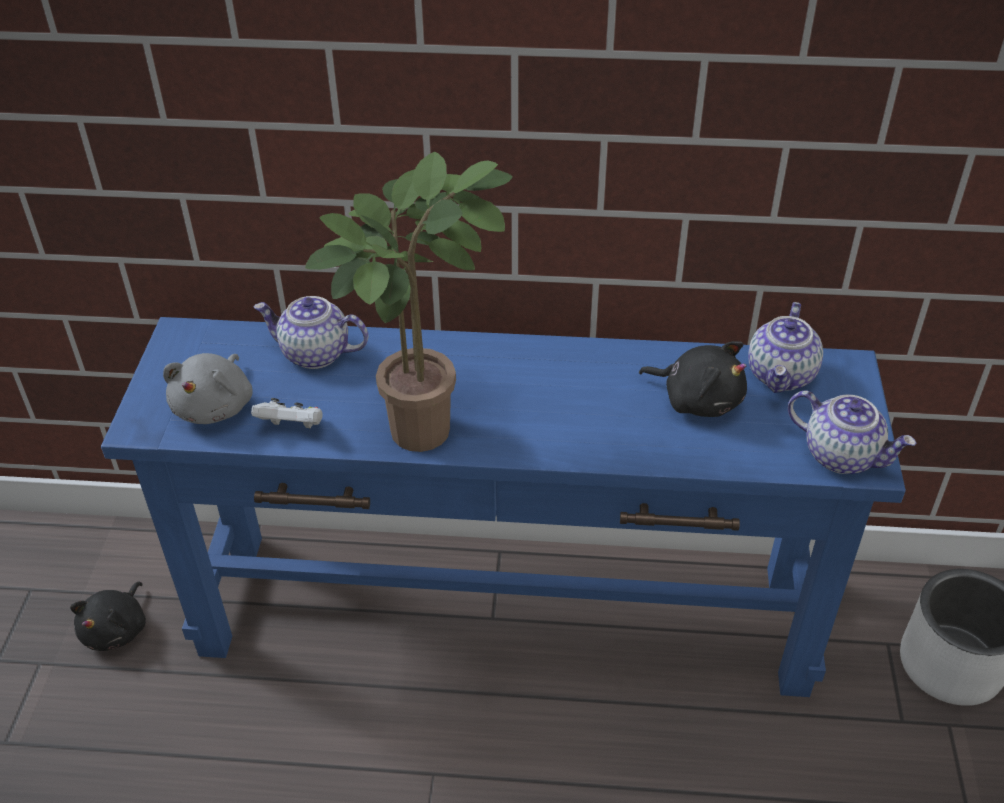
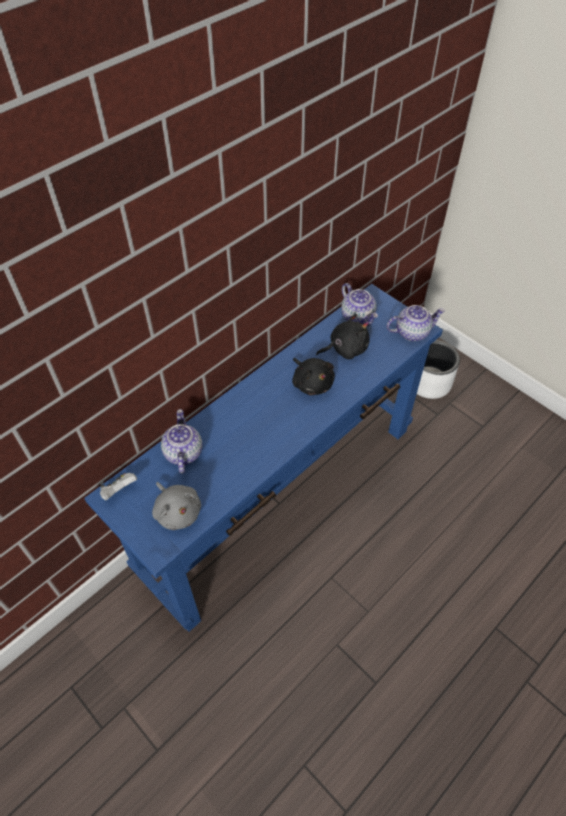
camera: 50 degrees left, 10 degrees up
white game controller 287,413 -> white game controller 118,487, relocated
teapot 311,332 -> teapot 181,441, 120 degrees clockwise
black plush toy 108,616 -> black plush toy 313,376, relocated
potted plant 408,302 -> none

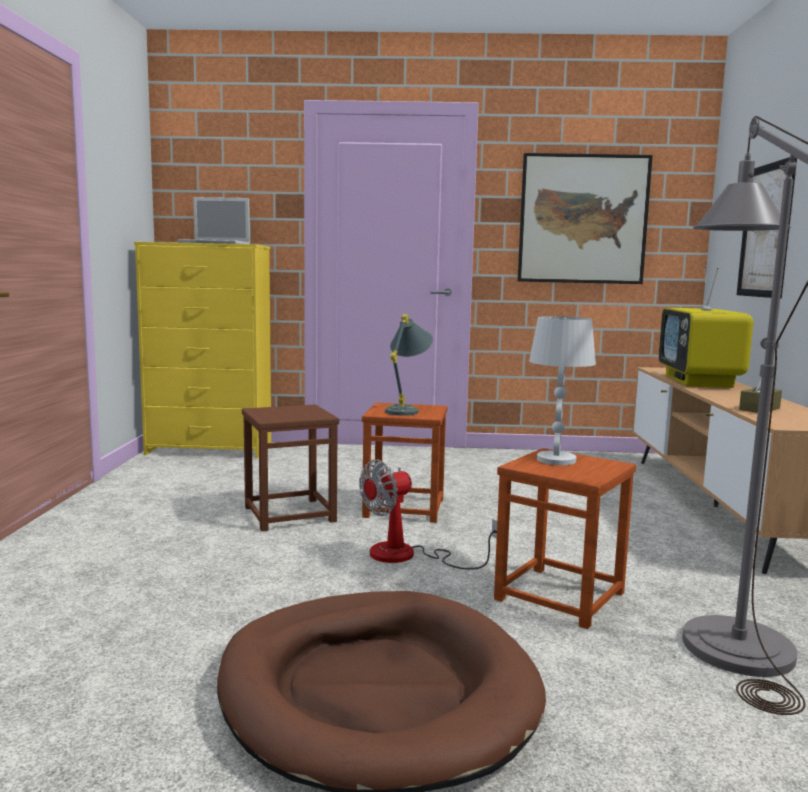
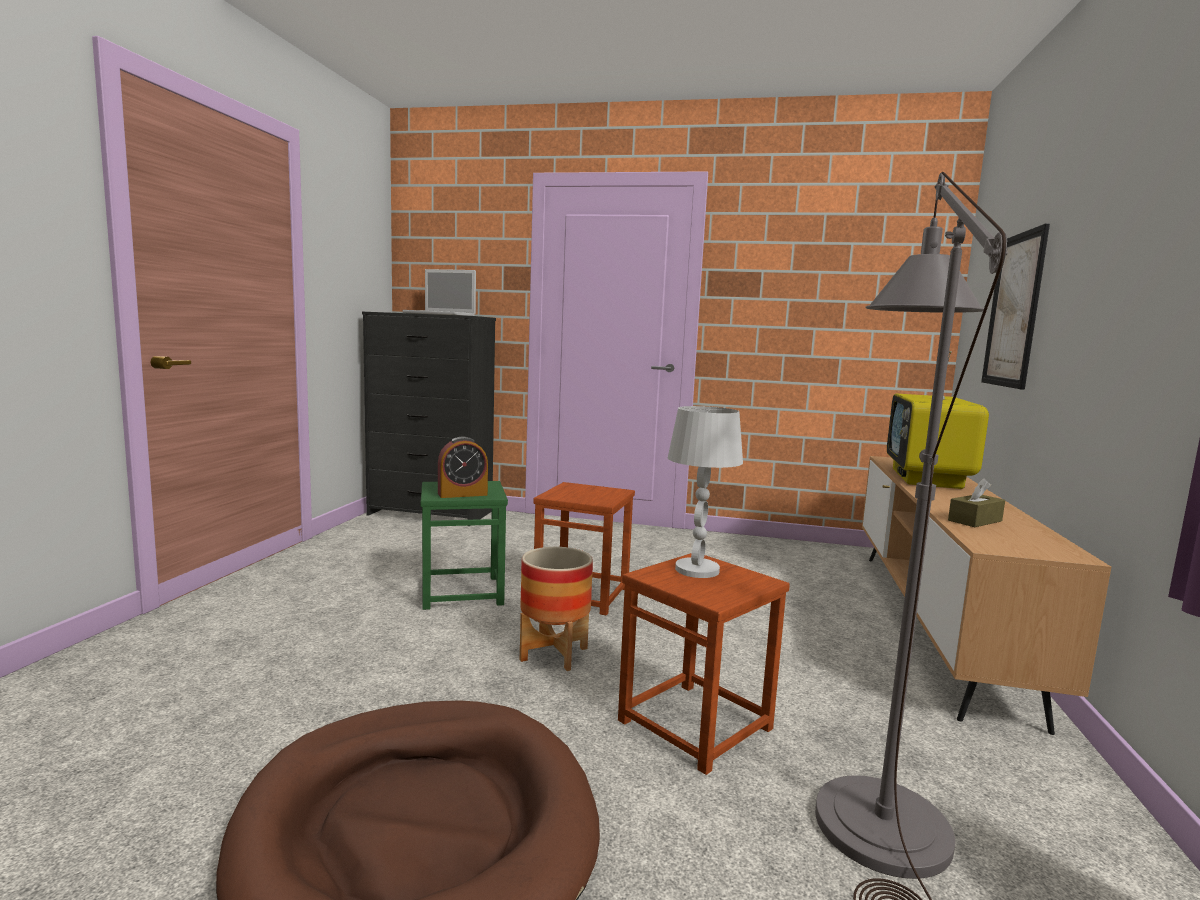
camera: 10 degrees right, 0 degrees up
yellow dresser 202,350 -> black dresser 429,419
brown stool 290,467 -> green stool 464,545
none -> alarm clock 463,467
fan 428,515 -> planter 556,609
grey table lamp 409,365 -> none
picture 585,218 -> none

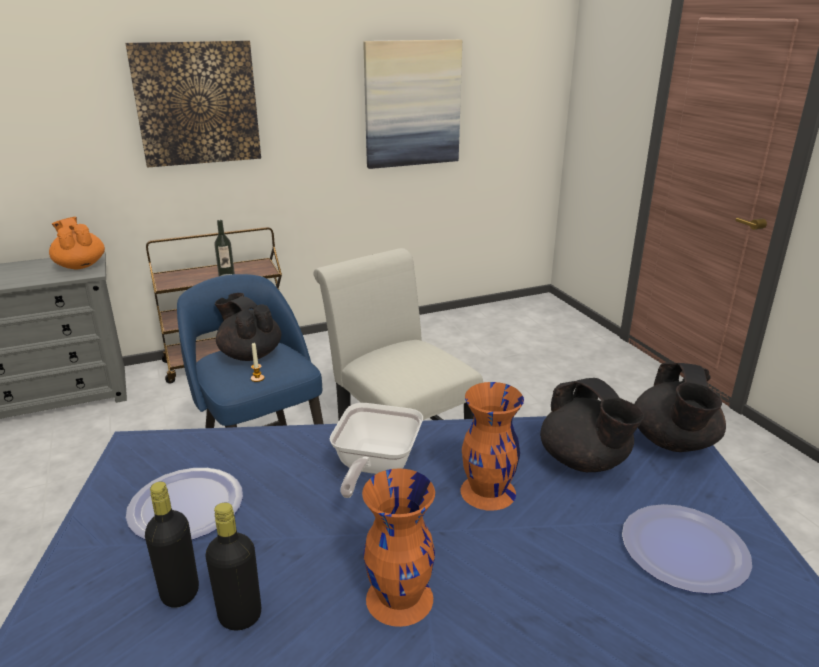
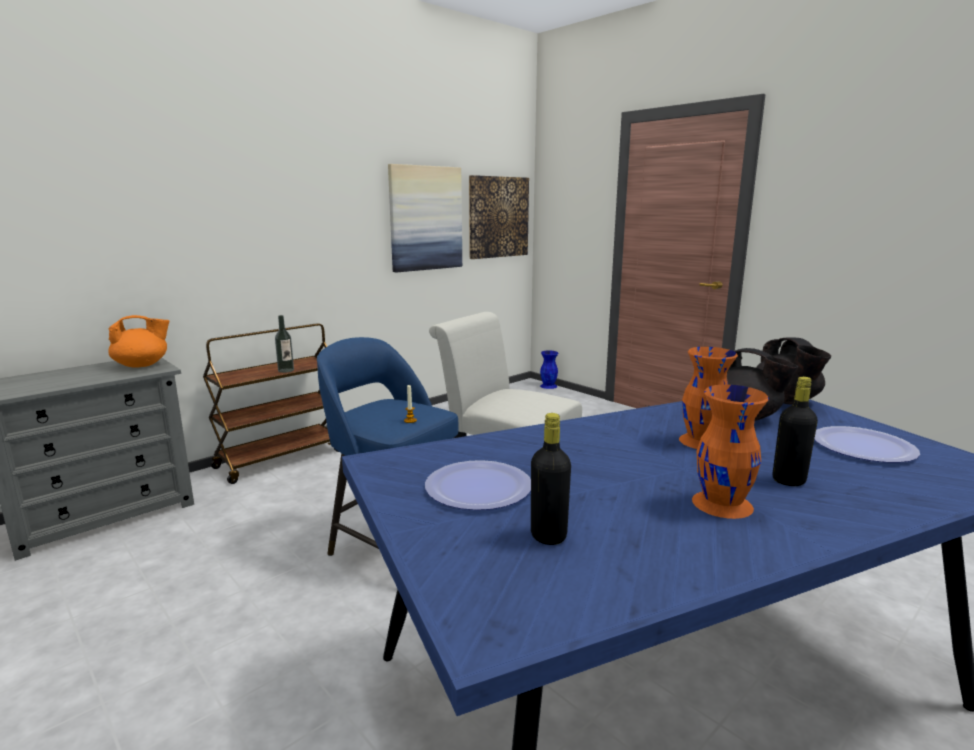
camera: 20 degrees left, 10 degrees down
orange teapot 77,243 -> orange teapot 139,341, 120 degrees clockwise
picture 193,104 -> picture 499,217, relocated
none -> blue vase 549,369
black bottle 233,566 -> black bottle 795,431, relocated
black teapot 248,327 -> none
frying pan 376,450 -> none

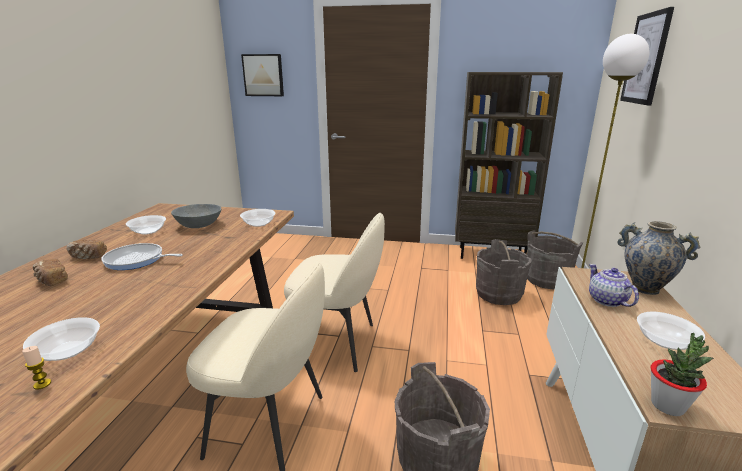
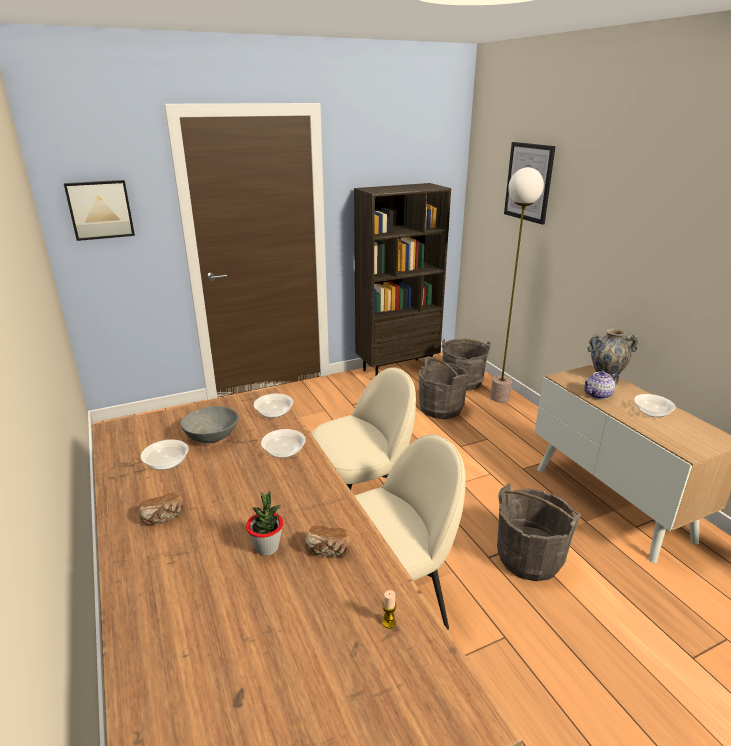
camera: 35 degrees left, 5 degrees up
potted plant 682,374 -> potted plant 264,523, relocated
bowl 61,339 -> bowl 283,443, relocated
bread 50,272 -> bread 327,541, relocated
teapot 614,285 -> teapot 601,385, 60 degrees counterclockwise
frying pan 142,256 -> none

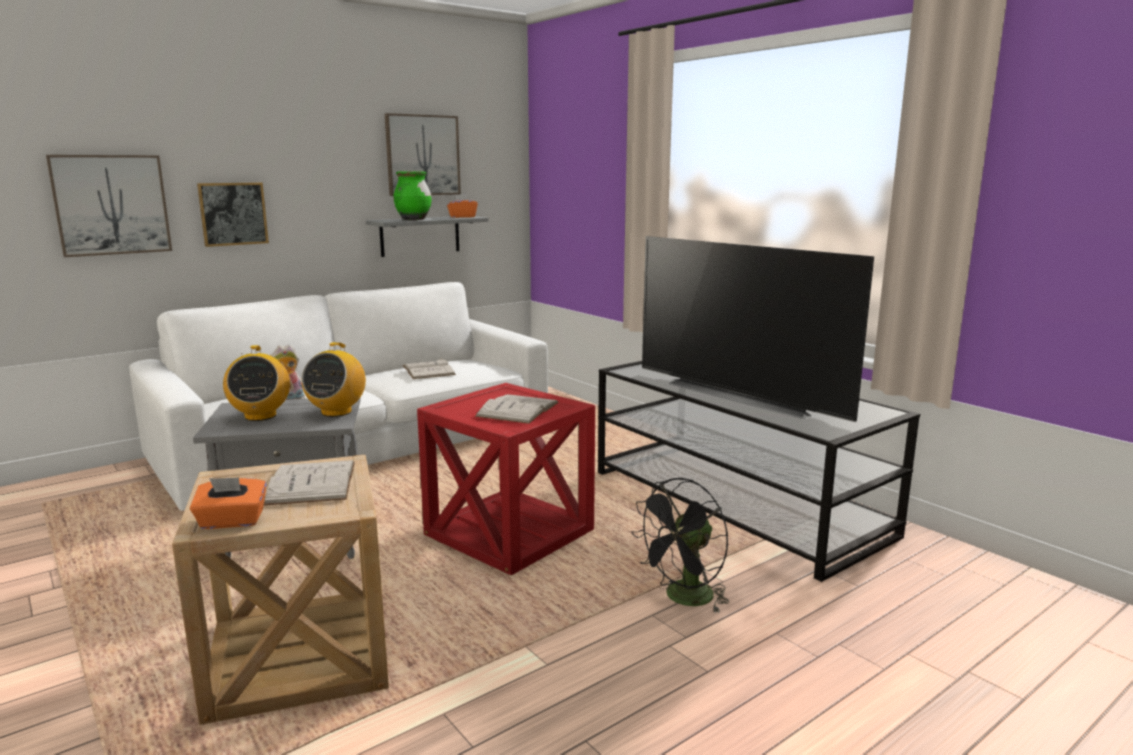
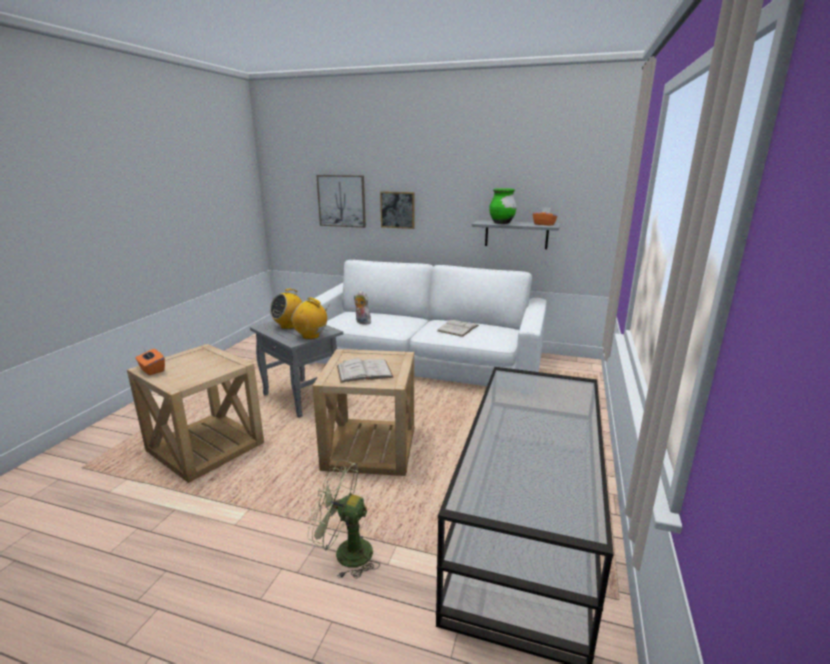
camera: 55 degrees right, 5 degrees up
radio 334,379 -> radio 309,318, 45 degrees clockwise
black fan 680,546 -> green fan 343,519
red side table 506,479 -> beige side table 364,412
white book 309,483 -> none
picture 423,154 -> none
television 758,329 -> none

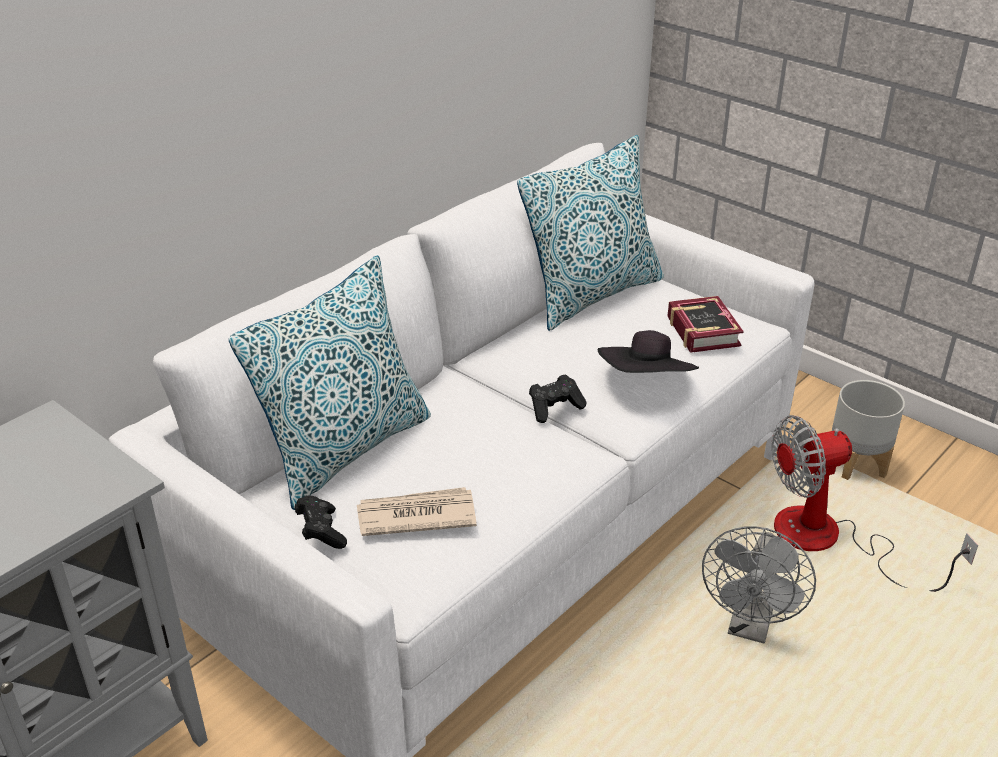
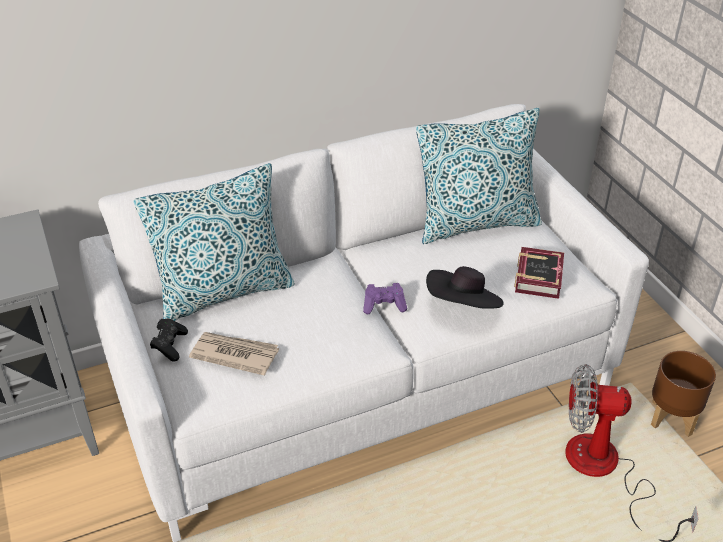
camera: 25 degrees right, 5 degrees up
black game controller 558,398 -> purple game controller 385,298
grey planter 868,430 -> brown planter 683,394
grey fan 759,585 -> none

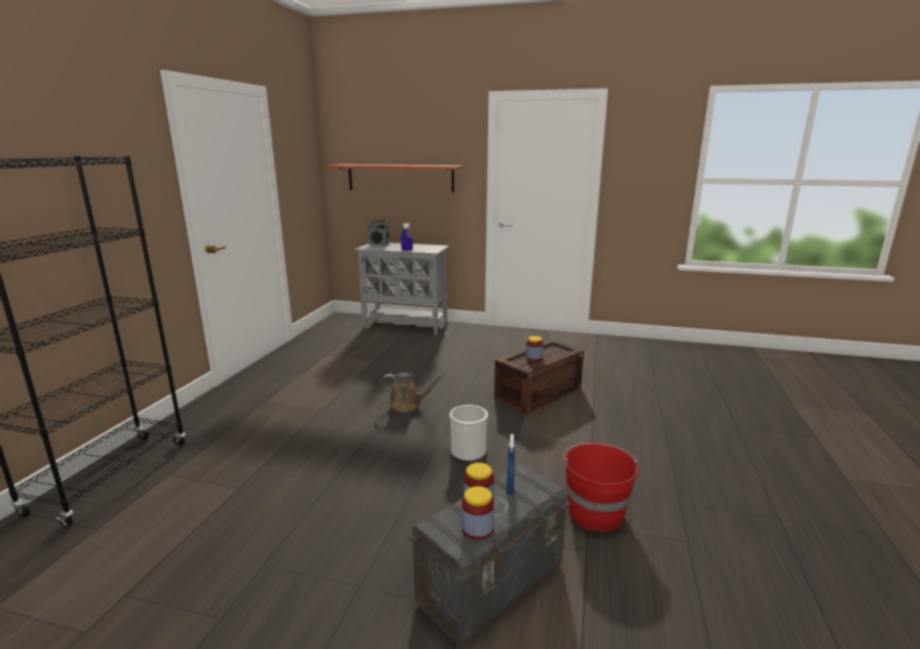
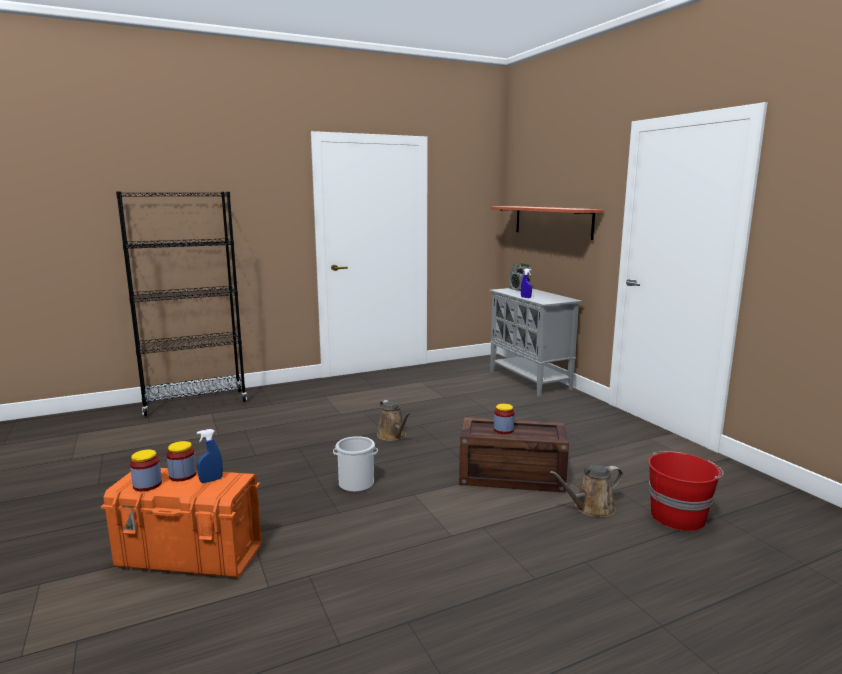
camera: 50 degrees right, 5 degrees down
grey storage box 489,555 -> orange storage box 181,523
none -> brown watering can 586,491
red bucket 600,487 -> red bucket 686,491, relocated

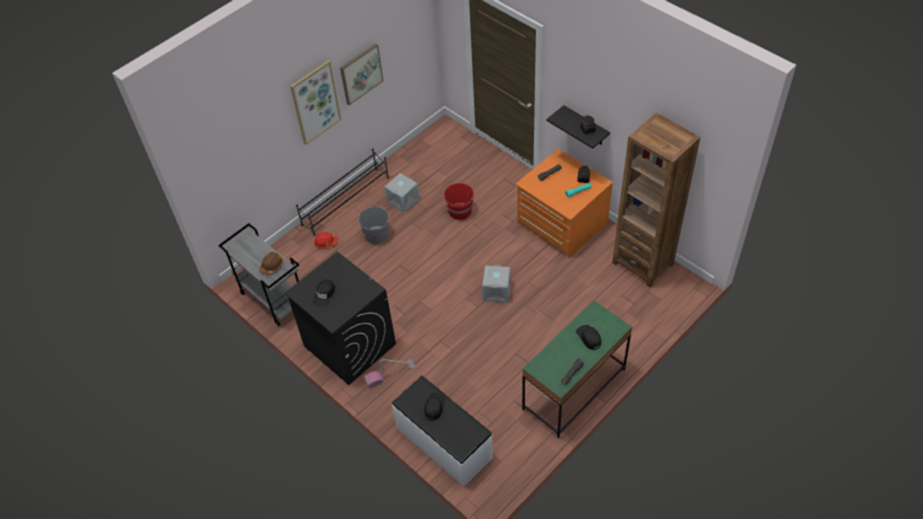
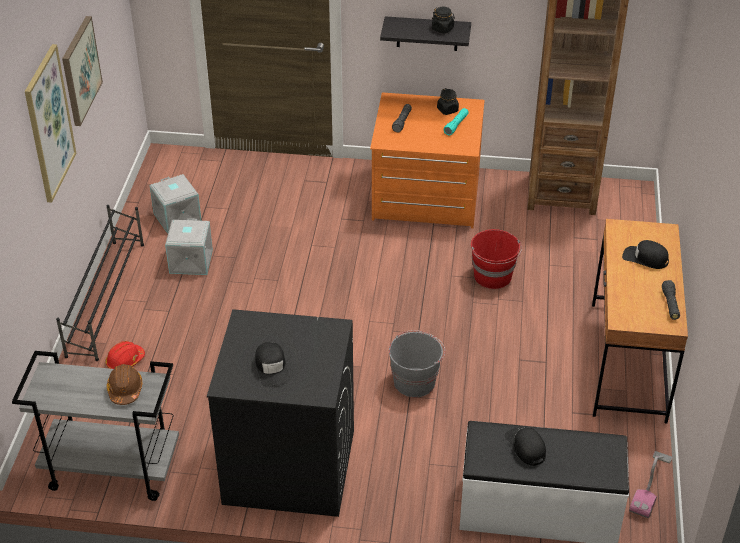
camera: 40 degrees left, 10 degrees down
grey storage box 496,283 -> grey storage box 175,204, relocated
grey bucket 374,225 -> grey bucket 417,363, relocated
red bucket 458,201 -> red bucket 496,259, relocated
green desk 577,369 -> brown desk 640,321
vacuum cleaner 389,373 -> vacuum cleaner 650,484, relocated

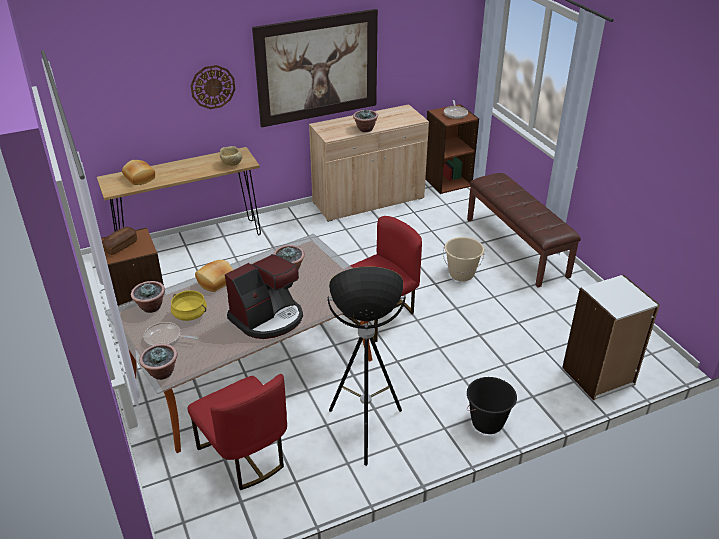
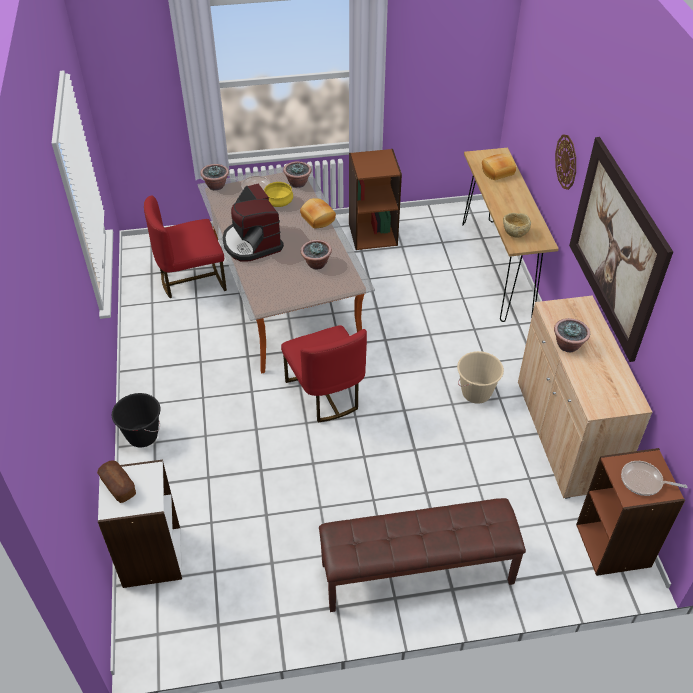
camera: 105 degrees right, 10 degrees up
bread 119,241 -> bread 116,481, relocated
beige bucket 463,259 -> beige bucket 480,377, relocated
floor lamp 366,366 -> none

